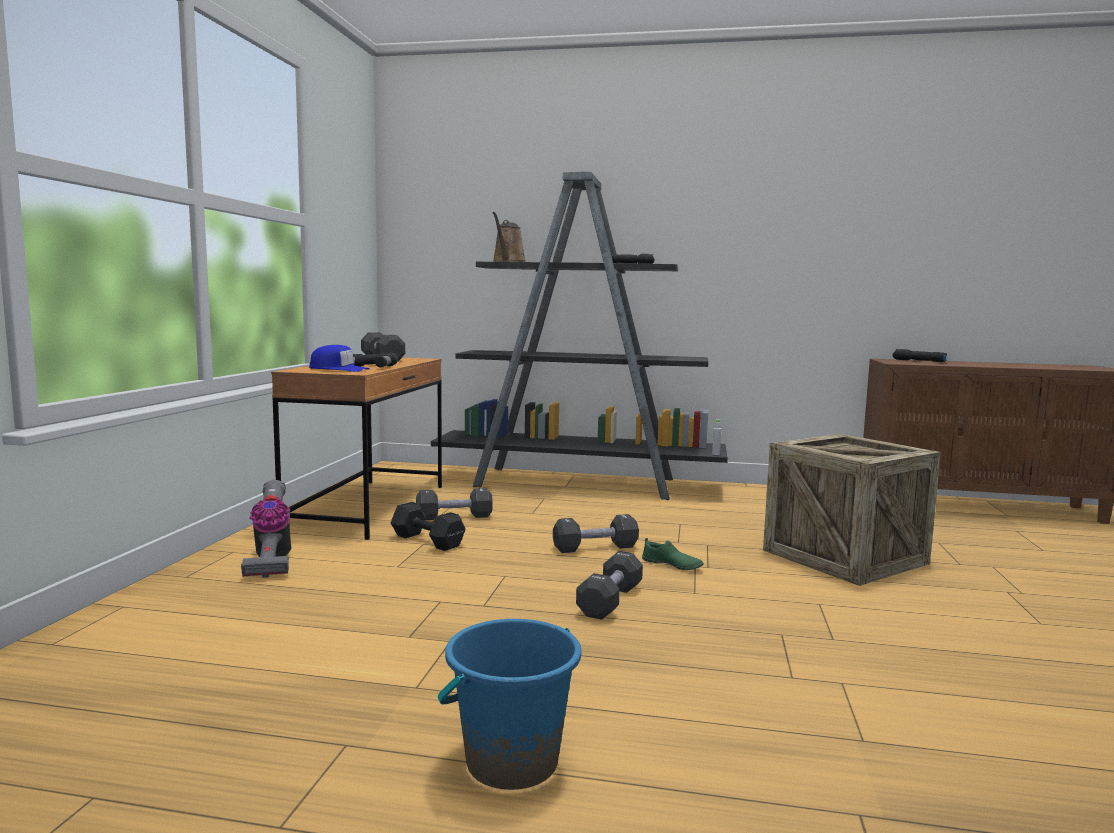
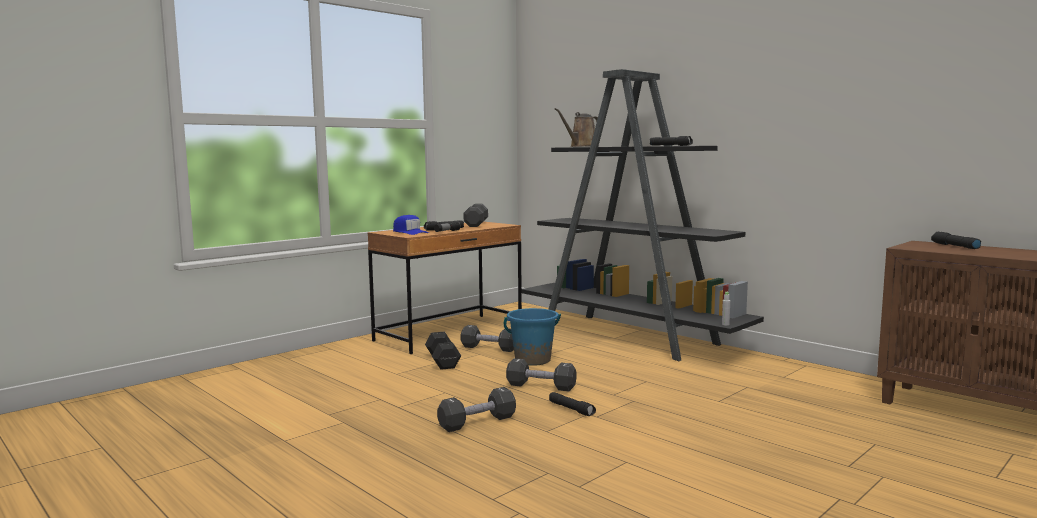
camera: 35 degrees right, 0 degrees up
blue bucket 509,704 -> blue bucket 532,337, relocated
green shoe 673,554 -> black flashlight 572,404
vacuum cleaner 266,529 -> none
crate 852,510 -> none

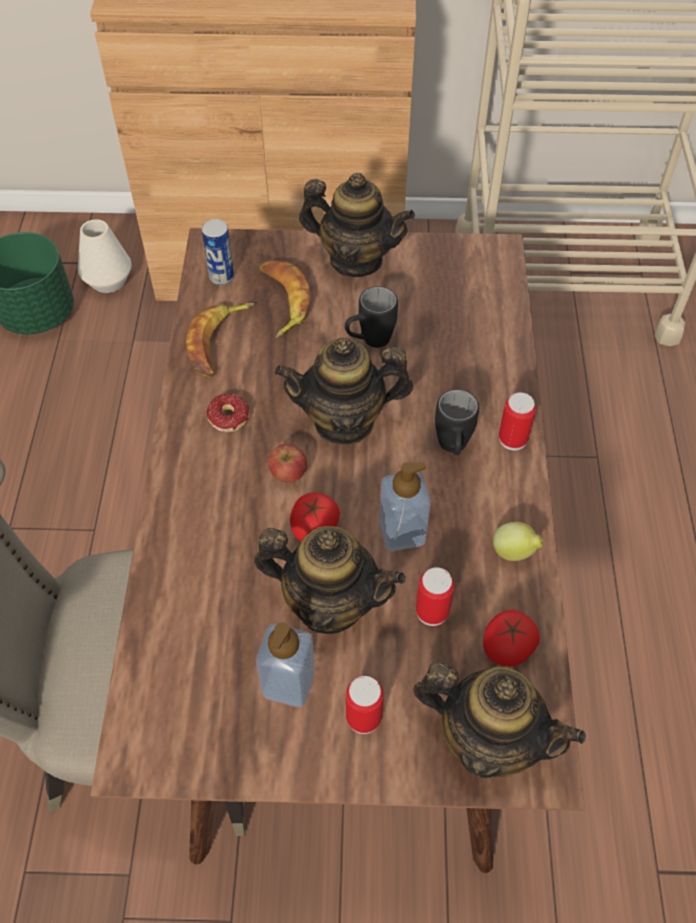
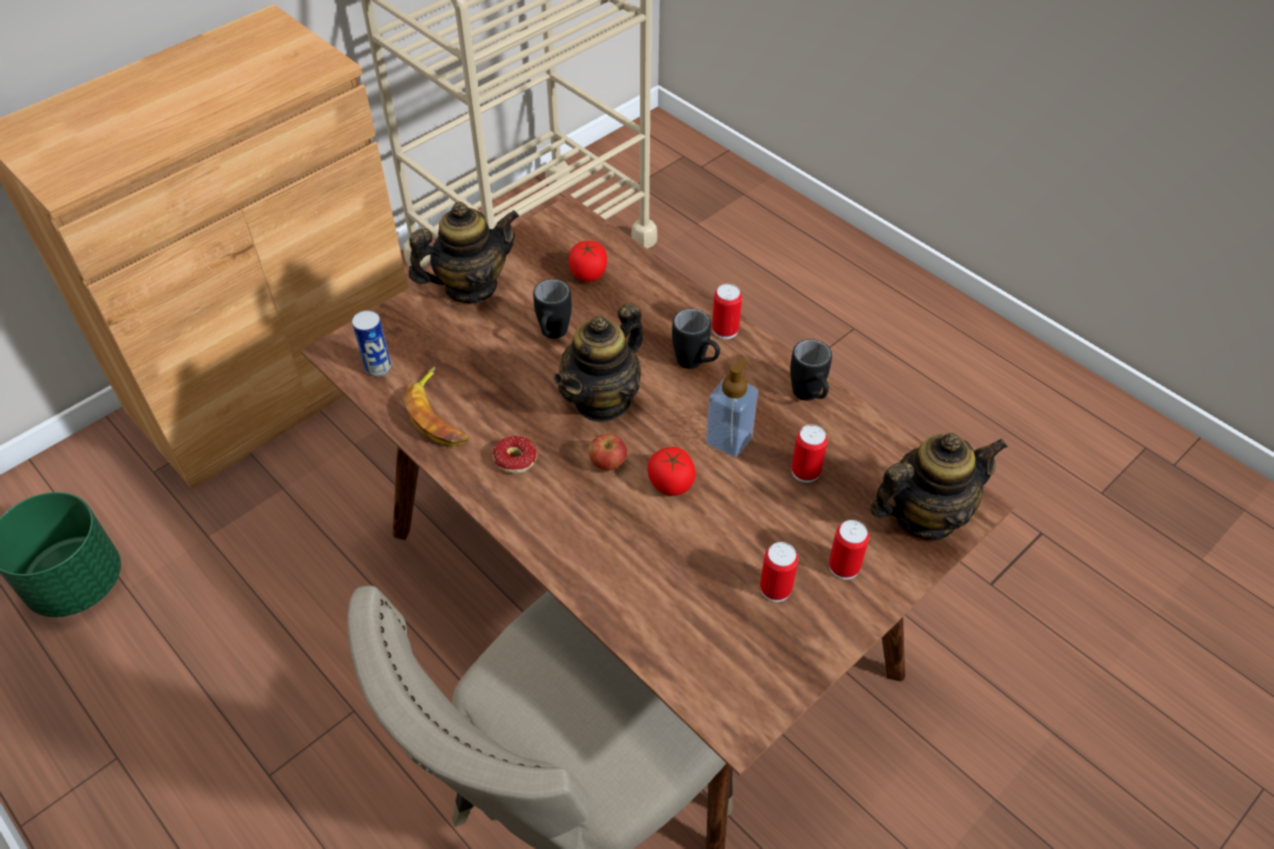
camera: 45 degrees left, 5 degrees down
tomato 511,638 -> tomato 588,261, relocated
soap dispenser 285,664 -> can 779,572
lemon 518,541 -> black mug 811,370
white vase 105,256 -> none
teapot 330,580 -> none
banana 284,298 -> none

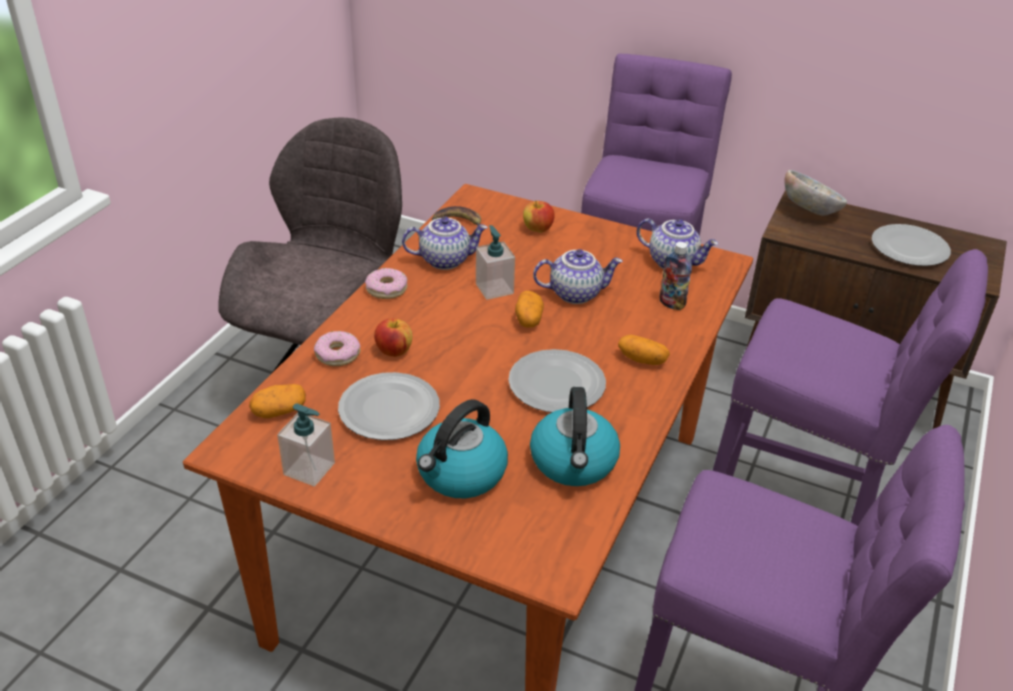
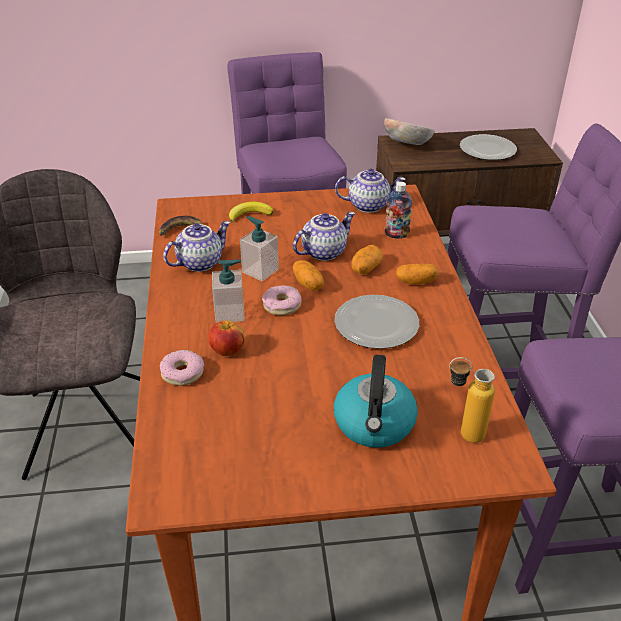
camera: 30 degrees left, 0 degrees up
soap dispenser 306,445 -> soap dispenser 228,291, relocated
apple 539,217 -> banana 251,212
donut 386,283 -> donut 282,300, relocated
potato 277,401 -> potato 367,259, relocated
none -> bottle 472,400
plate 389,406 -> none
kettle 575,436 -> none

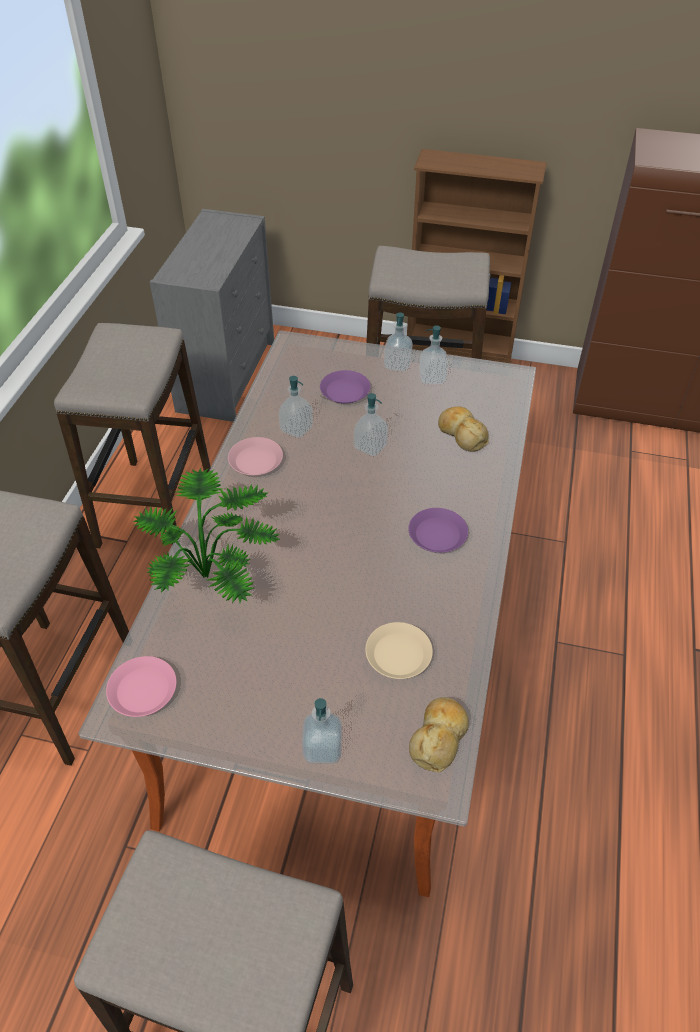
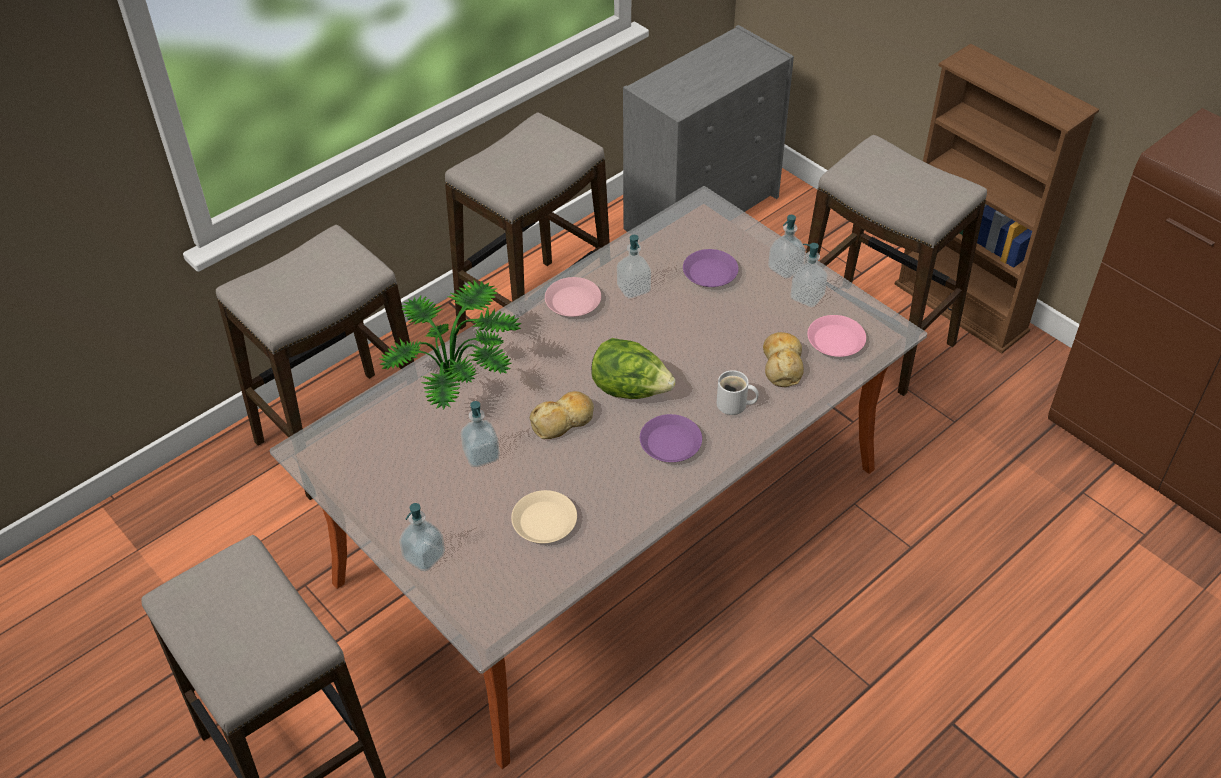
camera: 35 degrees right, 0 degrees up
soap dispenser 371,424 -> soap dispenser 480,434, relocated
bread 439,734 -> bread 562,415, relocated
none -> lettuce 634,368
none -> white mug 737,392
pink plate 141,686 -> pink plate 836,336, relocated

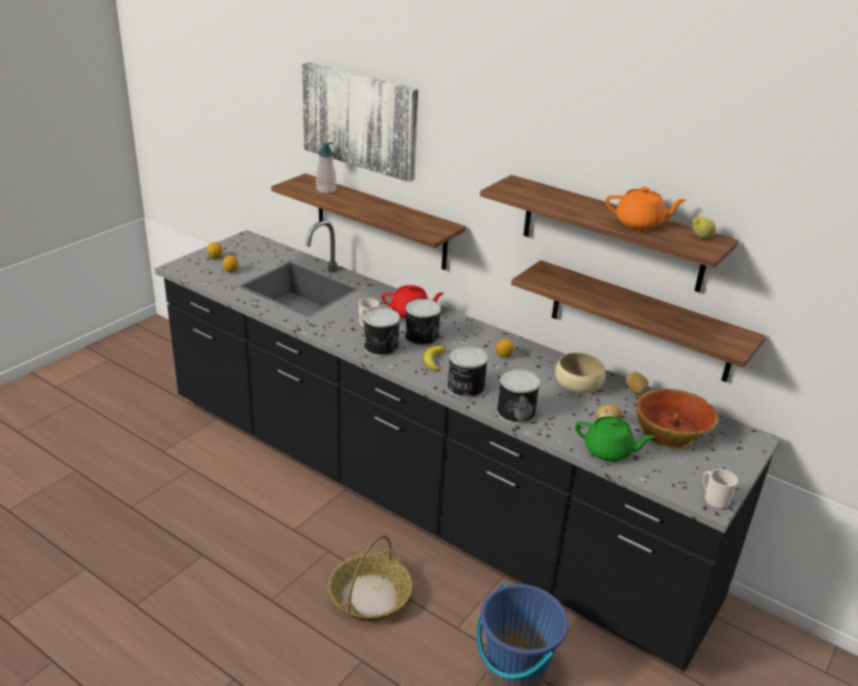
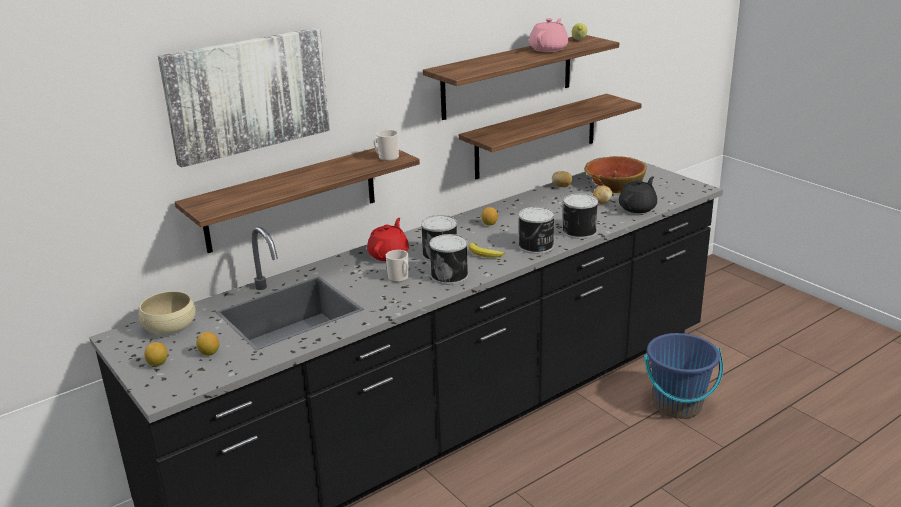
camera: 70 degrees left, 5 degrees down
beige bowl 580,372 -> beige bowl 167,312, relocated
mug 720,489 -> mug 386,145, relocated
orange teapot 646,208 -> pink teapot 548,35
green teapot 615,438 -> black teapot 638,194
soap dispenser 326,167 -> none
basket 370,578 -> none

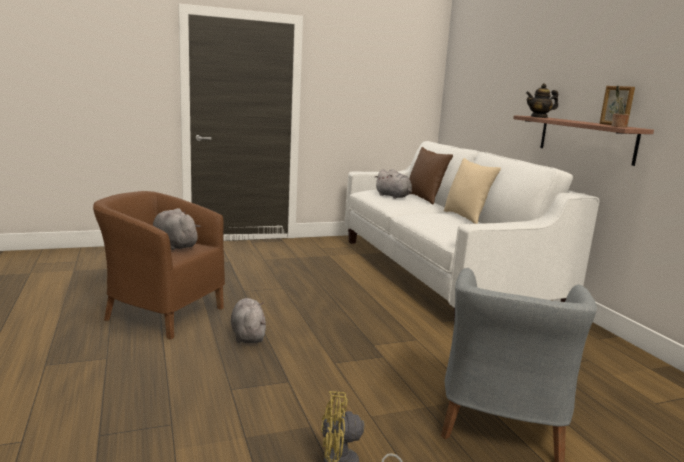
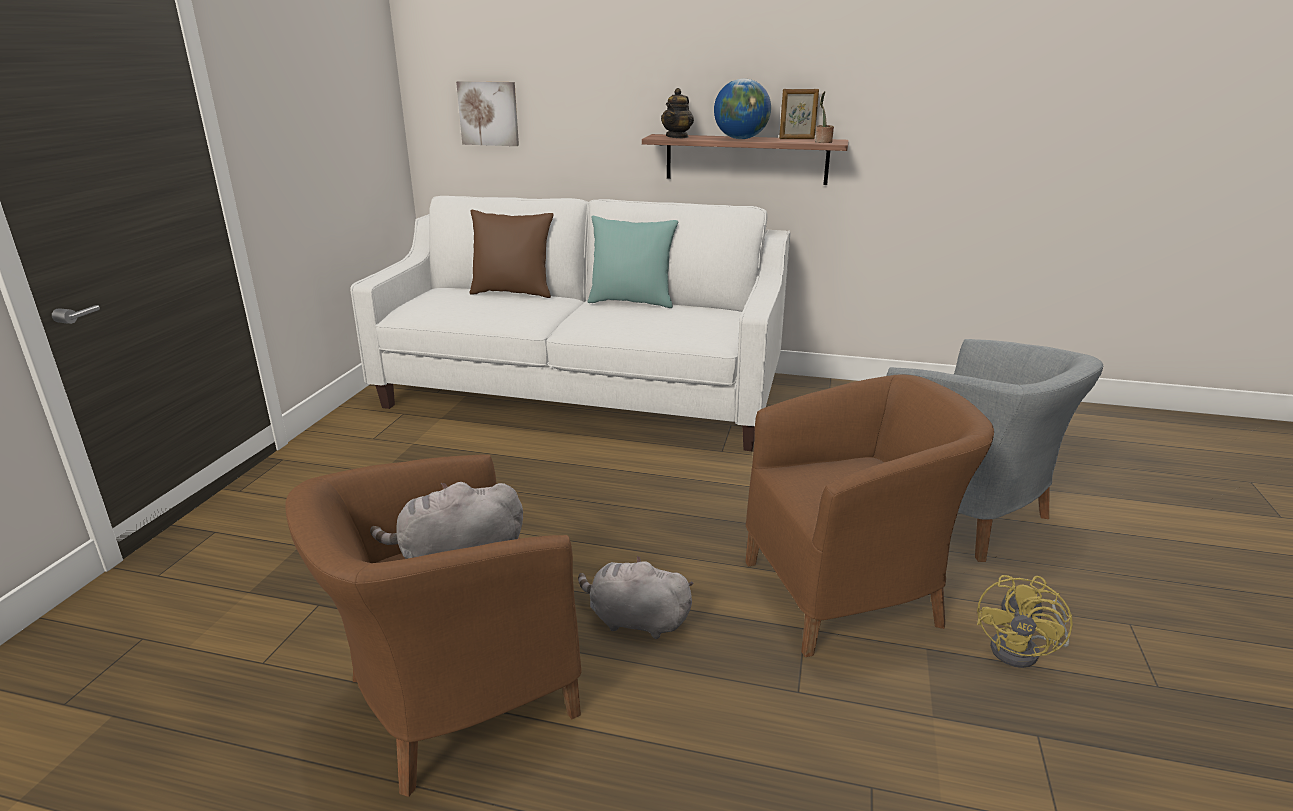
camera: 55 degrees left, 10 degrees up
none -> picture 487,113
beige pillow 472,191 -> turquoise pillow 632,262
none -> globe 742,109
none -> brown armchair 869,515
grey plush toy 393,184 -> none

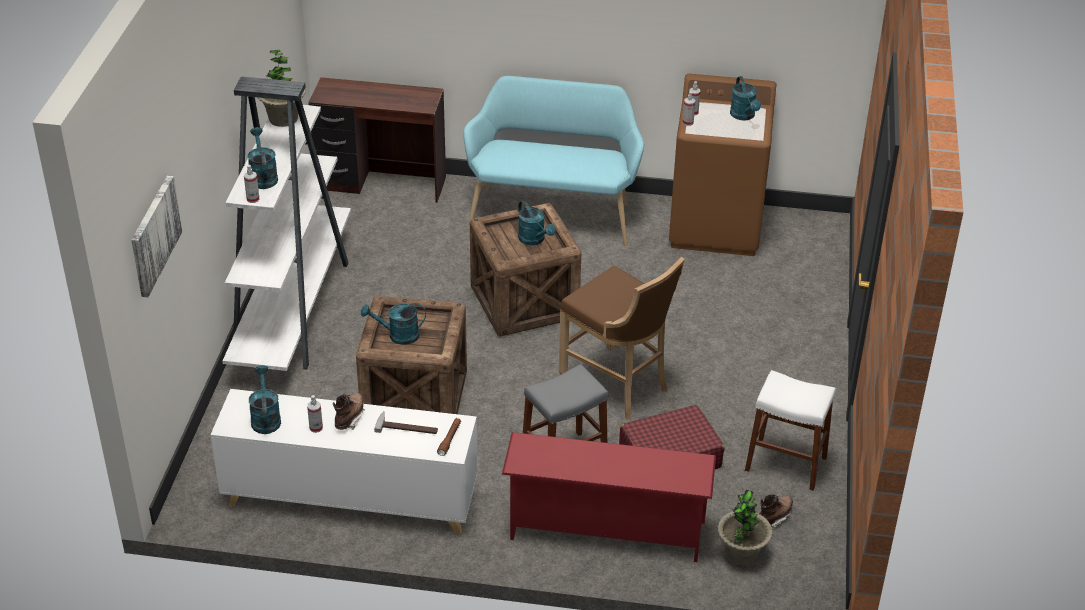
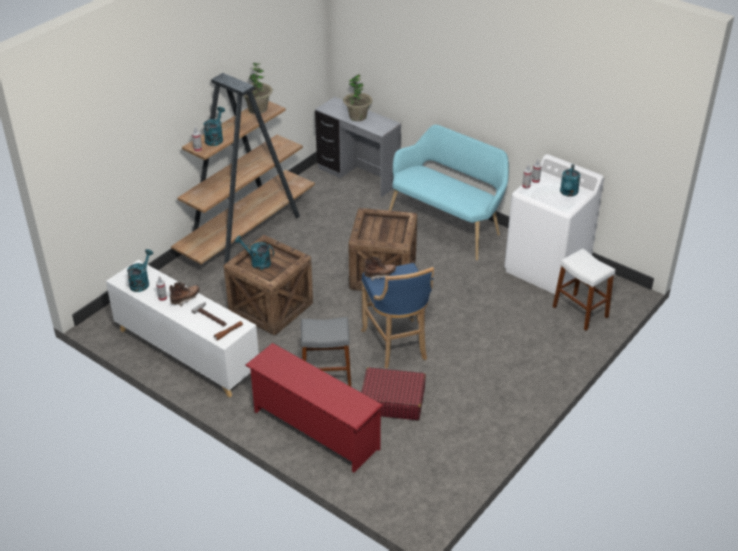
camera: 30 degrees right, 0 degrees up
white bookcase 287,223 -> brown bookcase 243,168
brown desk 377,140 -> grey desk 358,147
potted plant 745,527 -> potted plant 358,97, relocated
brown stool 622,338 -> blue stool 397,316
brown boot 776,512 -> brown boot 380,269, relocated
brown washing machine 722,165 -> white washing machine 554,224
white stool 790,430 -> white stool 584,289, relocated
picture 156,236 -> none
turquoise watering can 537,223 -> none

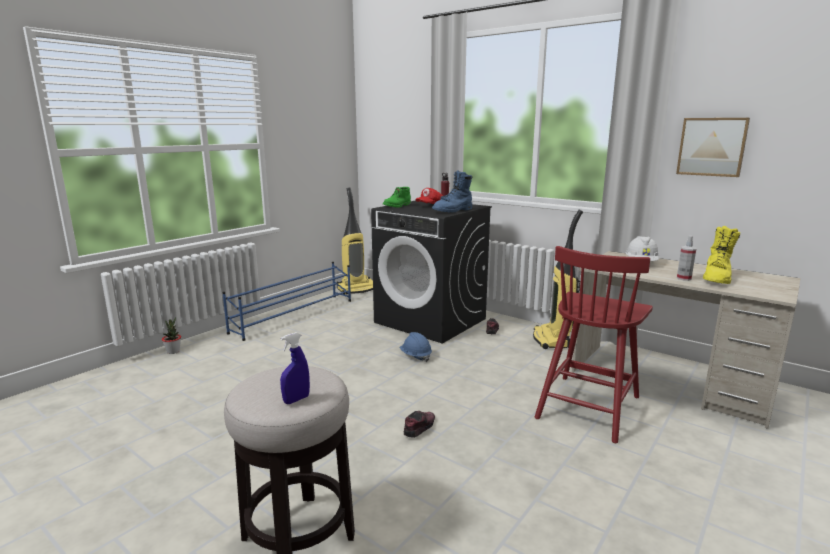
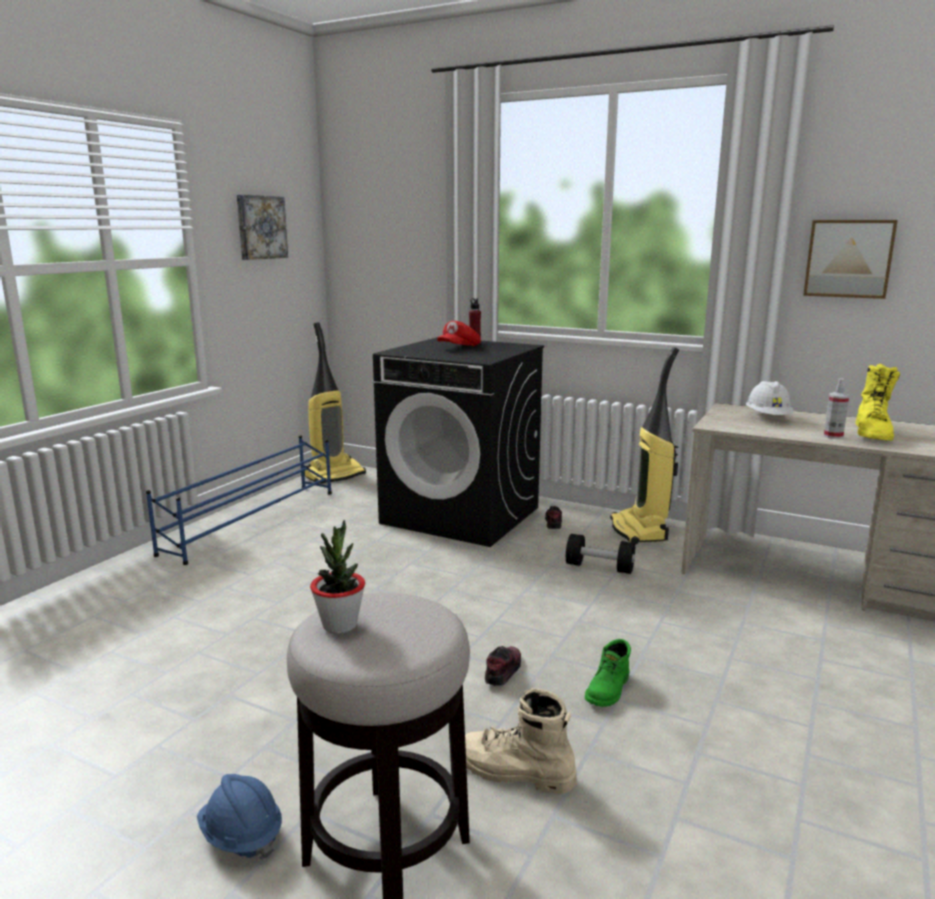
camera: 10 degrees left, 0 degrees up
blue hard hat 415,347 -> blue hard hat 239,817, relocated
none -> picture 262,227
potted plant 171,335 -> potted plant 337,576, relocated
none -> beige boot 521,741
none -> black dumbbell 600,554
green boot 397,197 -> green boot 608,673, relocated
blue spray bottle 295,368 -> none
blue boot 452,191 -> none
red chair 594,344 -> none

